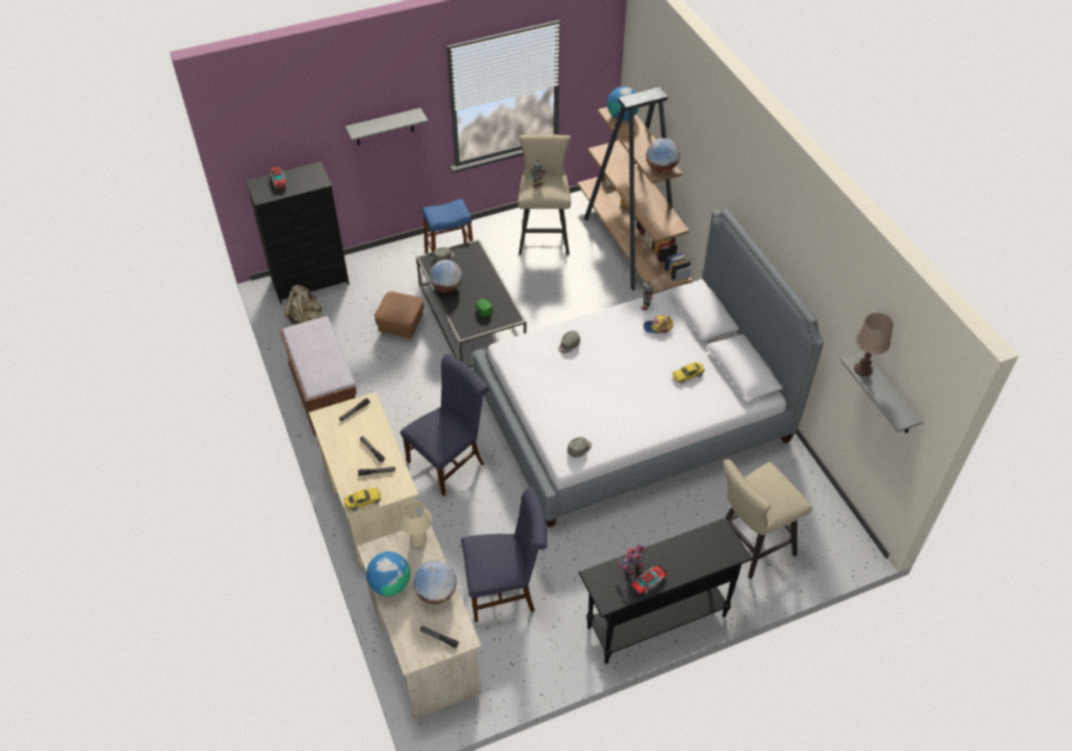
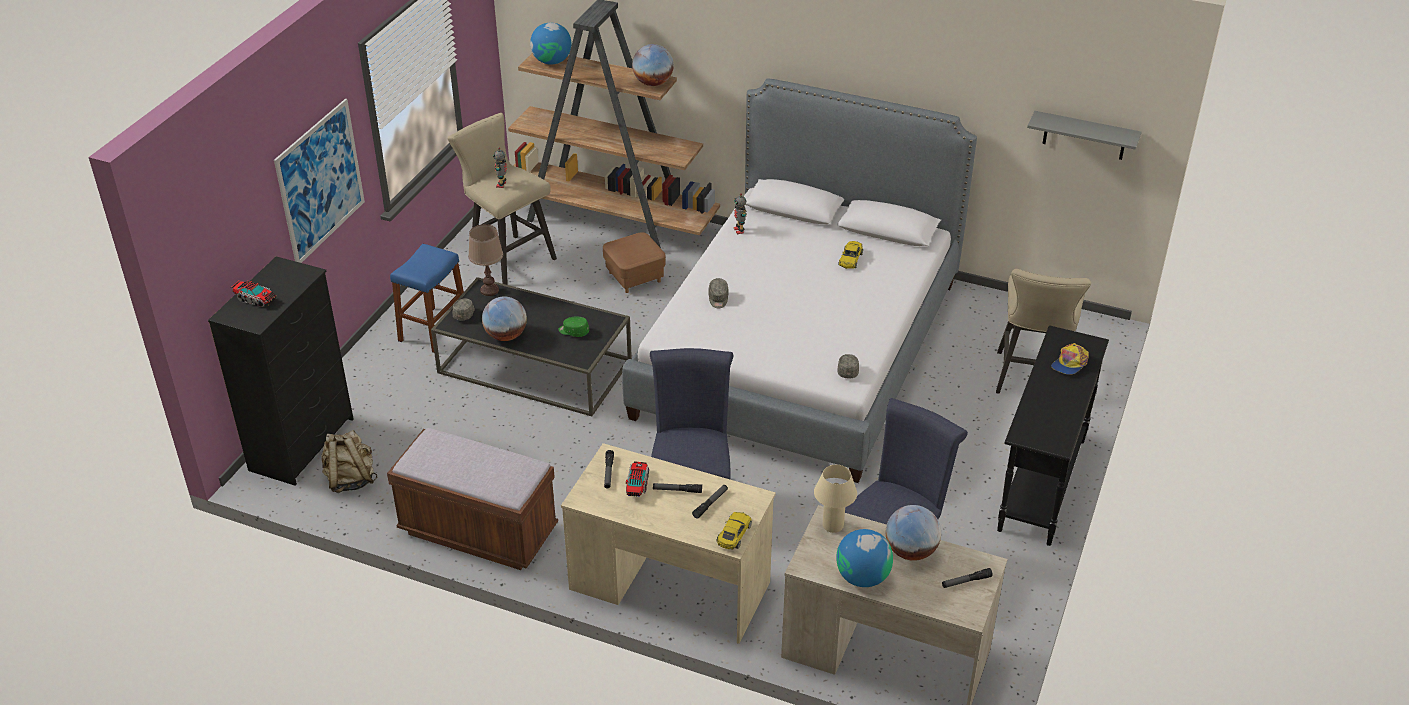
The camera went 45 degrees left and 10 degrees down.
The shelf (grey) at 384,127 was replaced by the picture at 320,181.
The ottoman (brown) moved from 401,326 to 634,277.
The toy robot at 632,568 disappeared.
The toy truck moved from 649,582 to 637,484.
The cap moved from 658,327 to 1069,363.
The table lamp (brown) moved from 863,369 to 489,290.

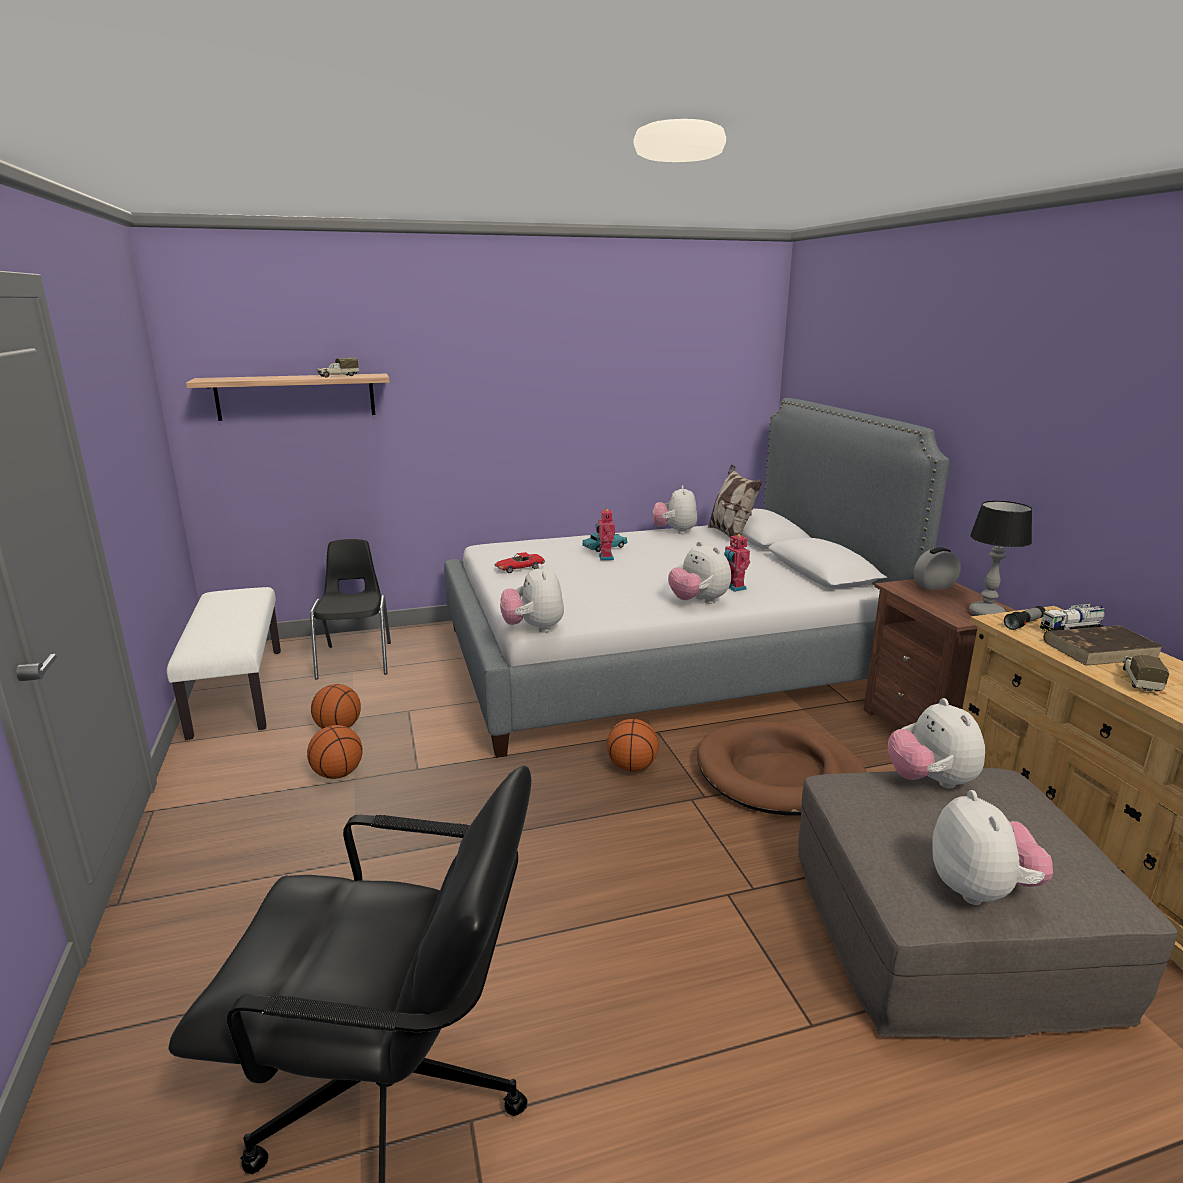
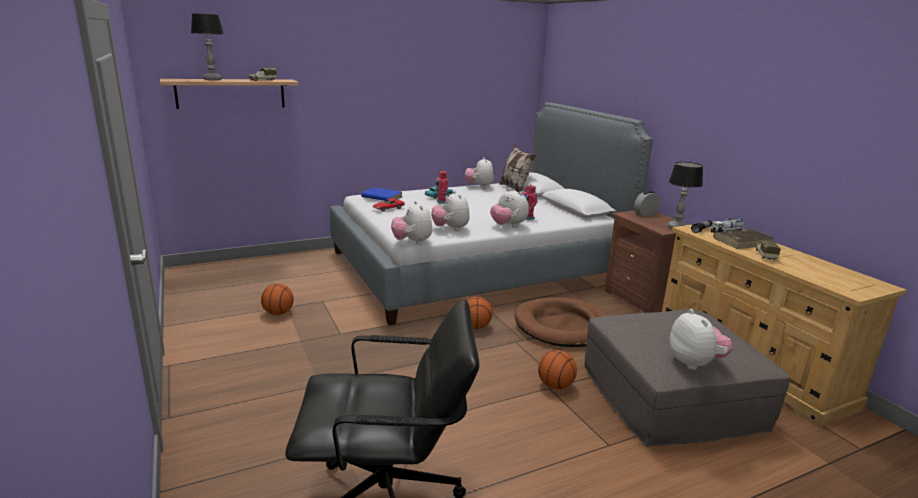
The camera went 10 degrees left and 0 degrees up.
The bench (white) at 237,691 disappeared.
The basketball moved from 338,774 to 555,386.
The chair (black) at 356,659 disappeared.
The plush toy moved from 930,781 to 450,229.
The table lamp at 212,79 appeared.
The book (blue) at 381,197 appeared.

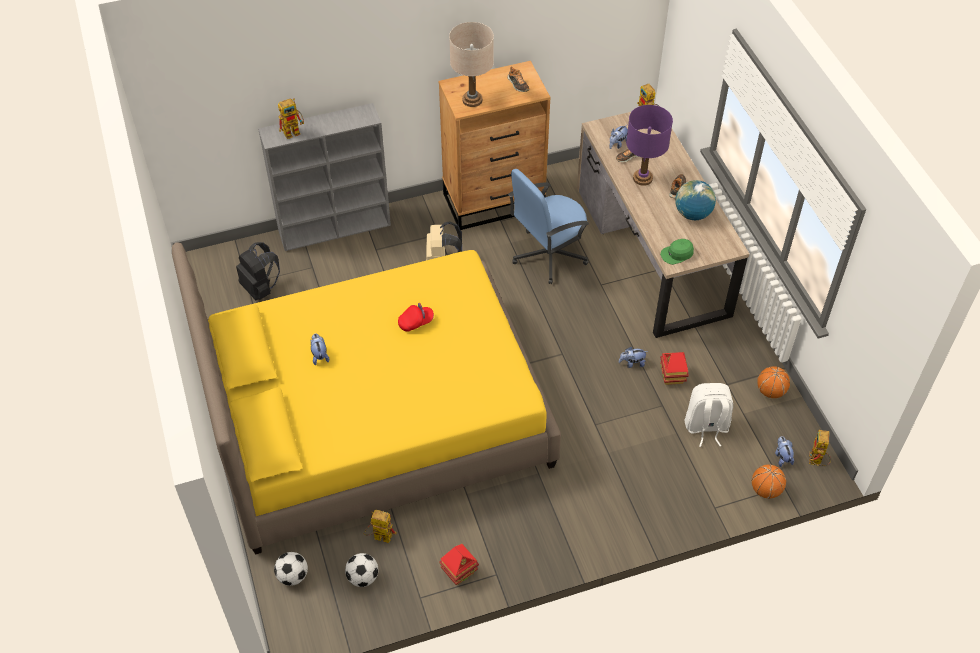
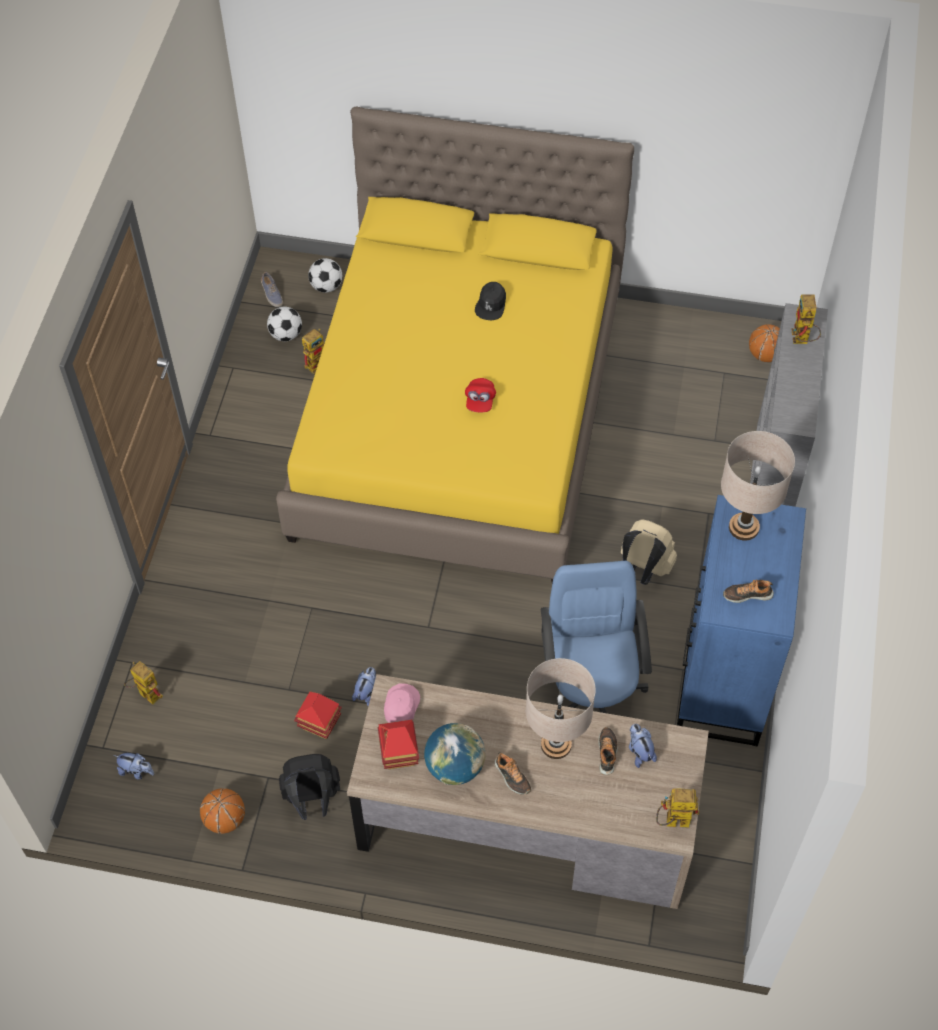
The camera went 120 degrees right and 5 degrees up.
The backpack (black) moved from 261,288 to 312,799.
The plush toy at 319,355 was replaced by the cap (black) at 491,304.
The dresser (brown) at 494,201 became the dresser (blue) at 723,680.
The toy house moved from 459,572 to 399,754.
The table lamp (purple) at 642,178 became the table lamp (beige) at 556,745.
The cap (green) at 677,254 became the cap (pink) at 401,706.
The backpack (white) at 706,427 disappeared.
The basketball moved from 765,490 to 765,355.
The toy robot moved from 816,462 to 145,693.
The shoe at 271,294 appeared.

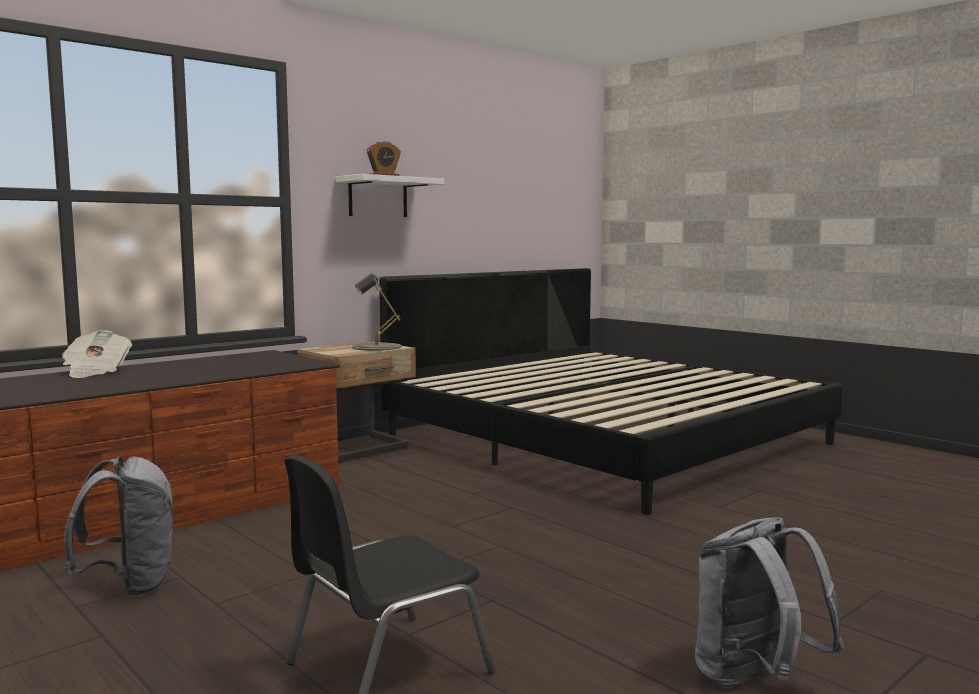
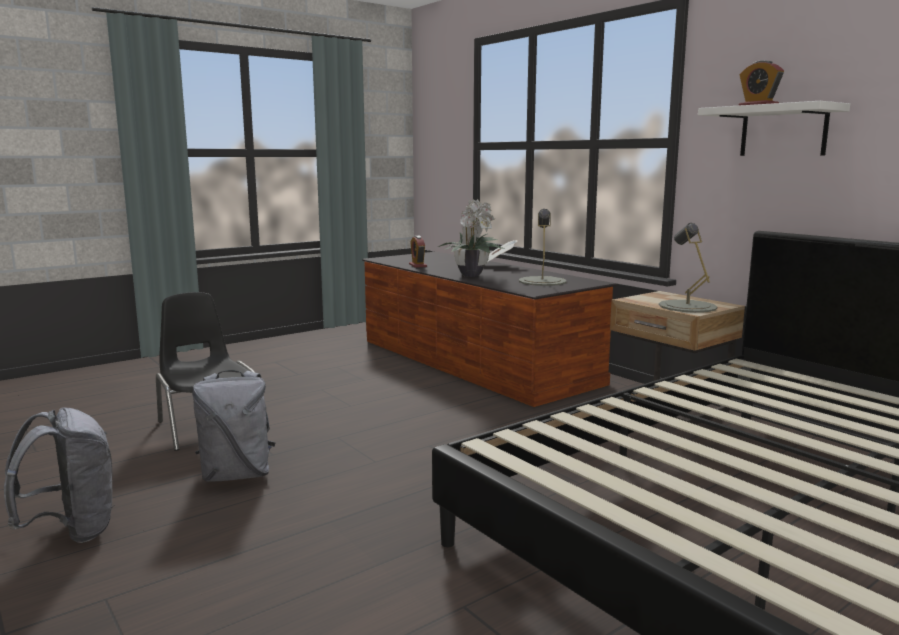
The camera went 95 degrees right and 5 degrees up.
The backpack (grey) moved from 130,585 to 237,475.
The alarm clock at 417,265 appeared.
The potted plant at 471,275 appeared.
The table lamp (grey) at 542,281 appeared.

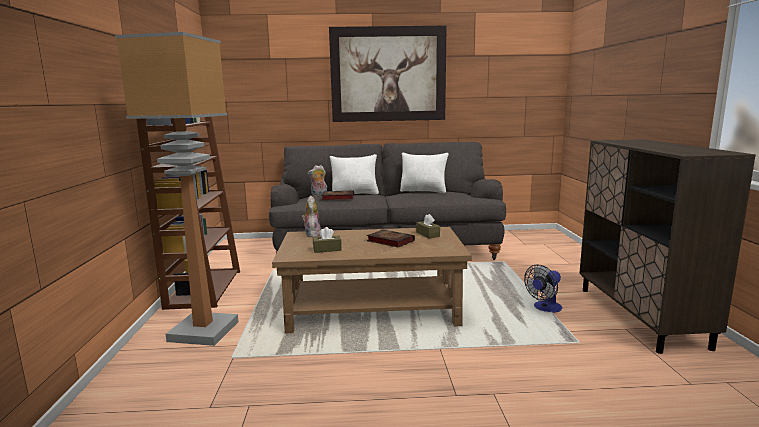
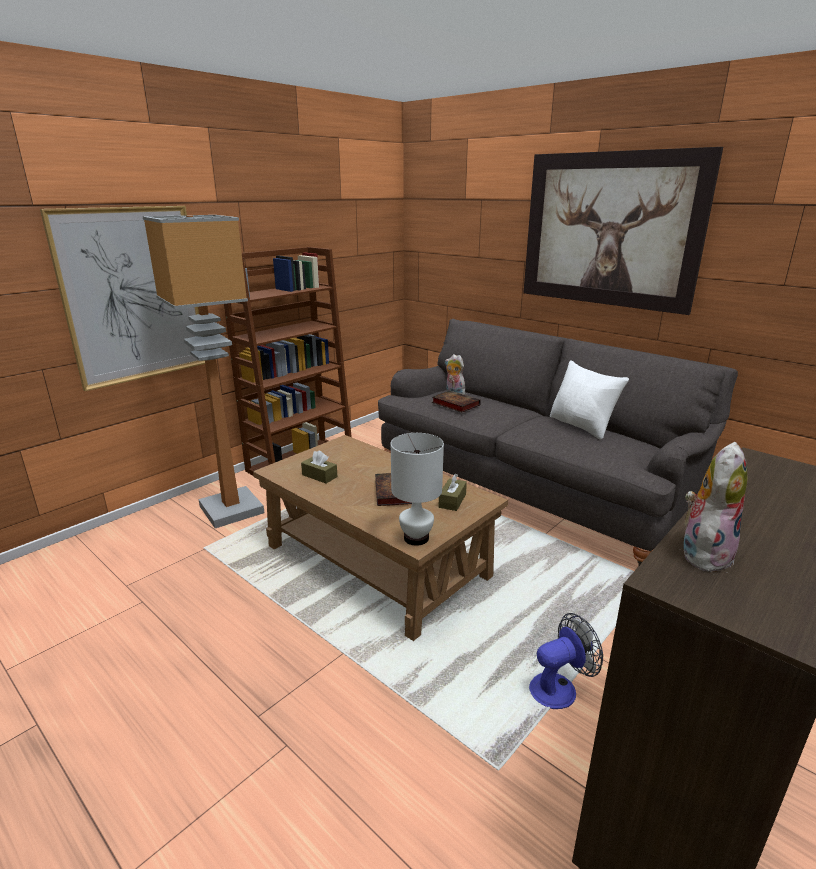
The camera went 45 degrees right and 10 degrees up.
The plush toy moved from 311,234 to 703,552.
The pillow (white) at 355,194 disappeared.
The fan at 544,308 turned 150 degrees clockwise.
The picture at 134,296 appeared.
The table lamp (white) at 416,538 appeared.

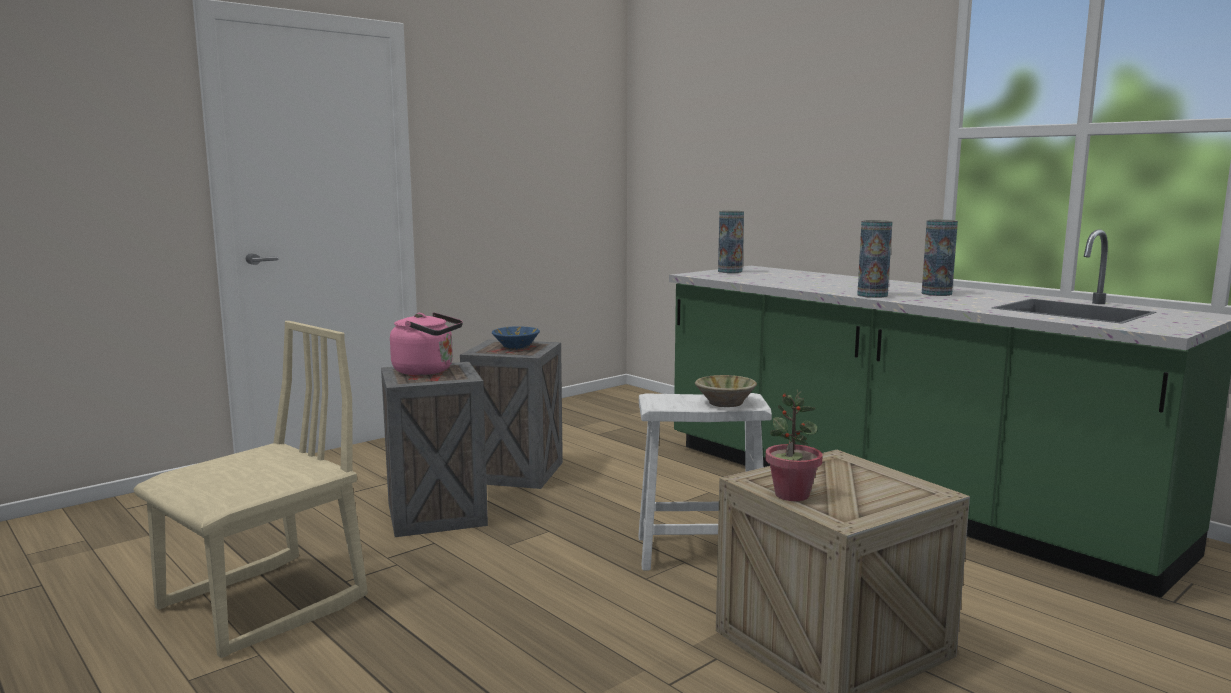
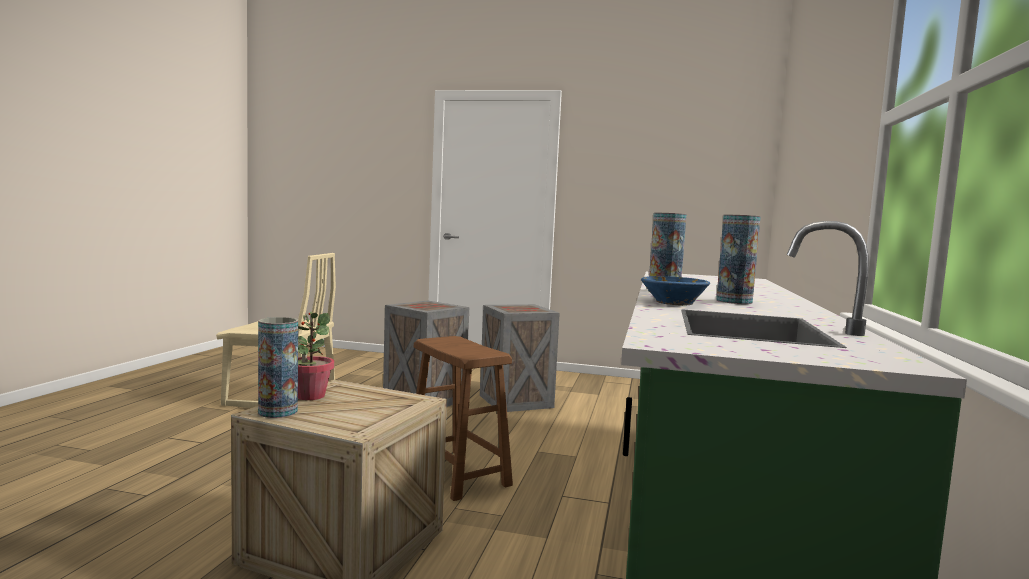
The camera went 55 degrees right and 5 degrees down.
The kettle (pink) at 427,371 disappeared.
The bowl (blue) moved from 515,347 to 673,303.
The stool (white) at 700,552 became the stool (brown) at 457,474.
The bowl (beige) at 725,402 disappeared.
The vase moved from 730,271 to 278,412.

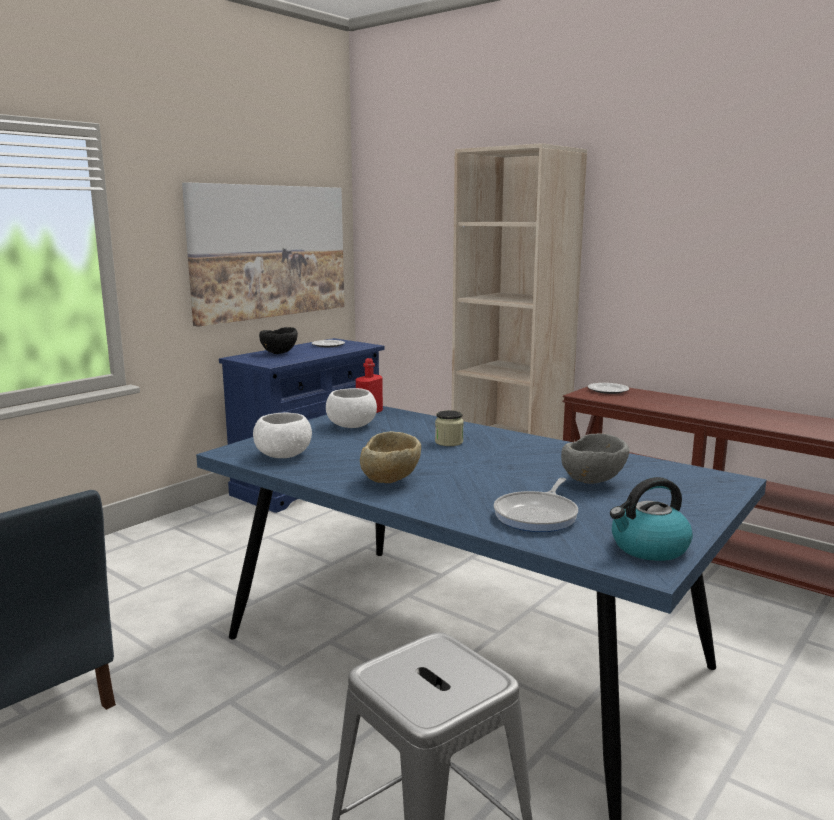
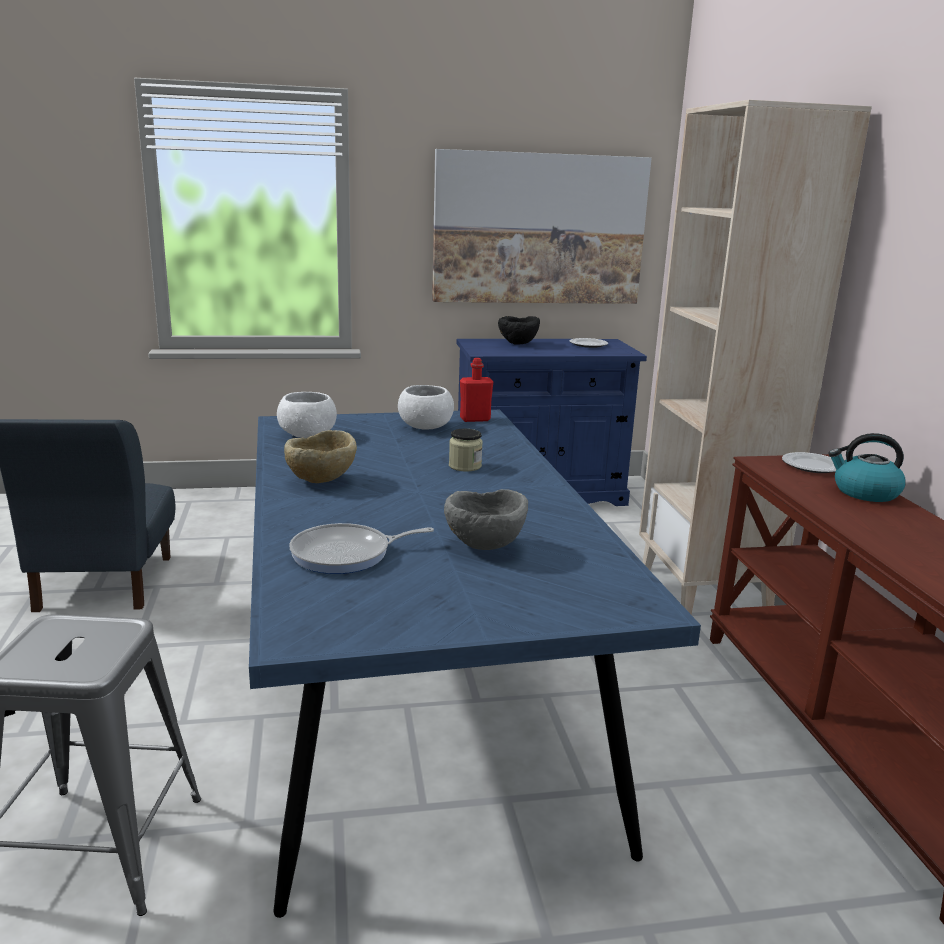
The camera went 40 degrees right and 5 degrees up.
The kettle moved from 648,548 to 864,492.

